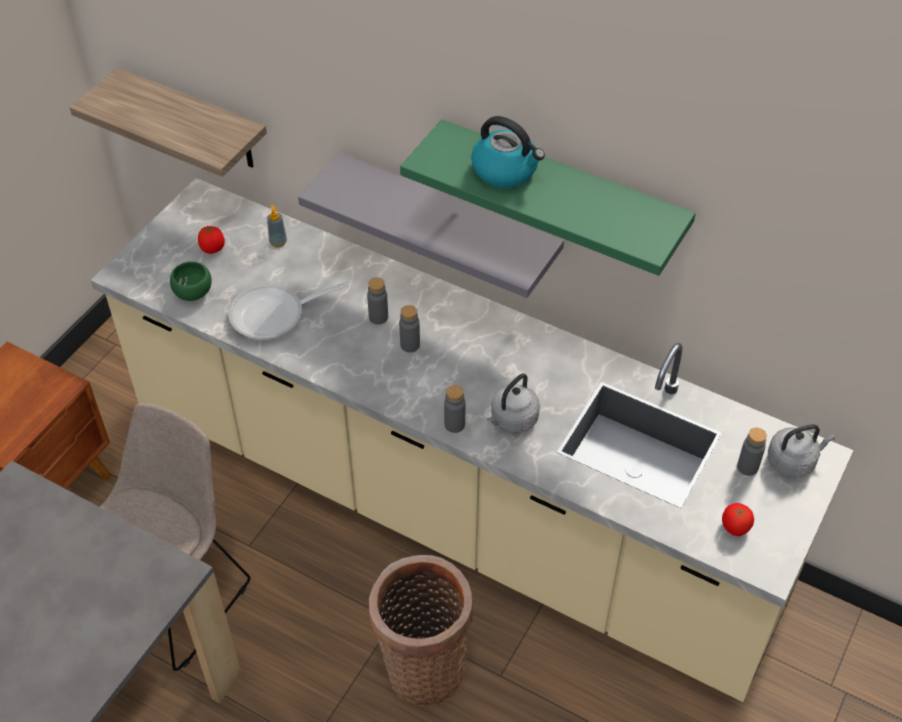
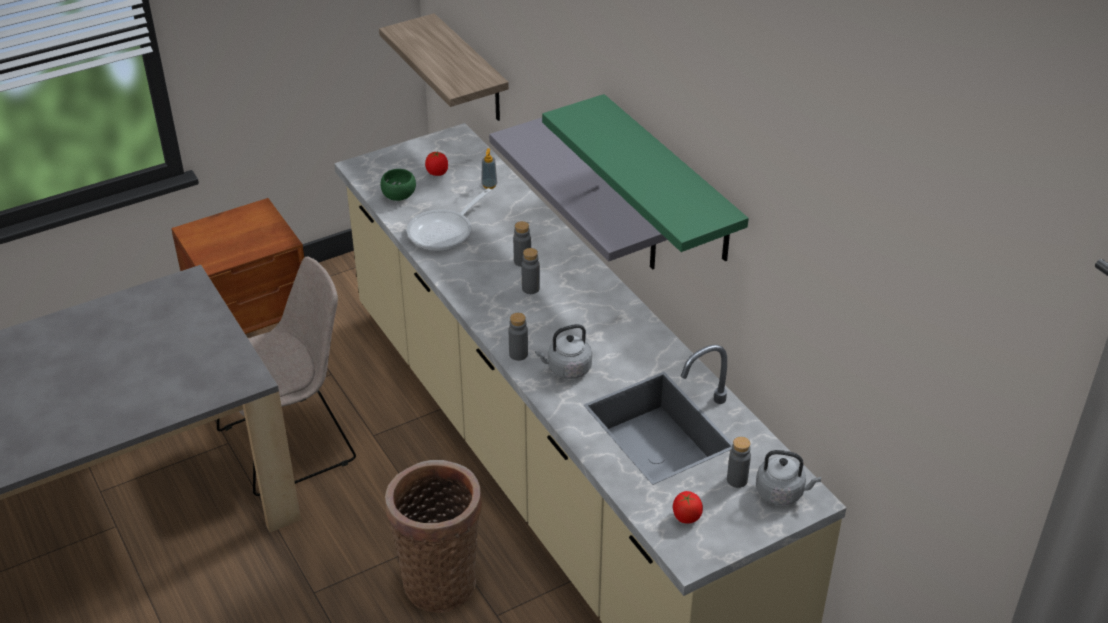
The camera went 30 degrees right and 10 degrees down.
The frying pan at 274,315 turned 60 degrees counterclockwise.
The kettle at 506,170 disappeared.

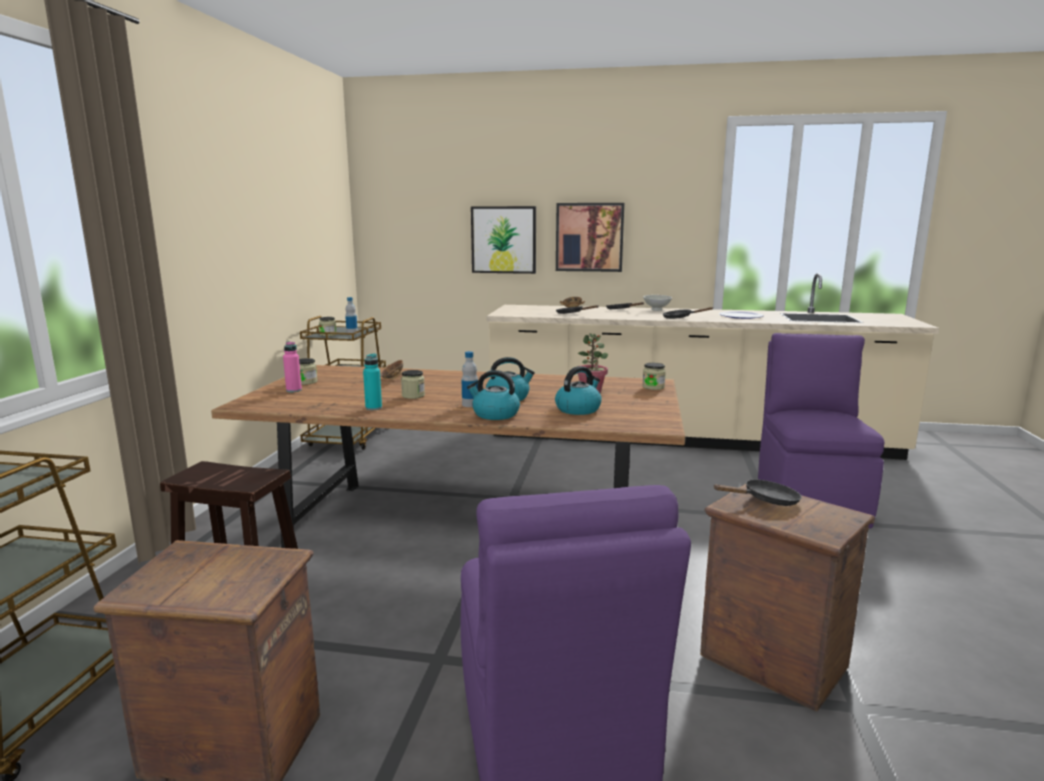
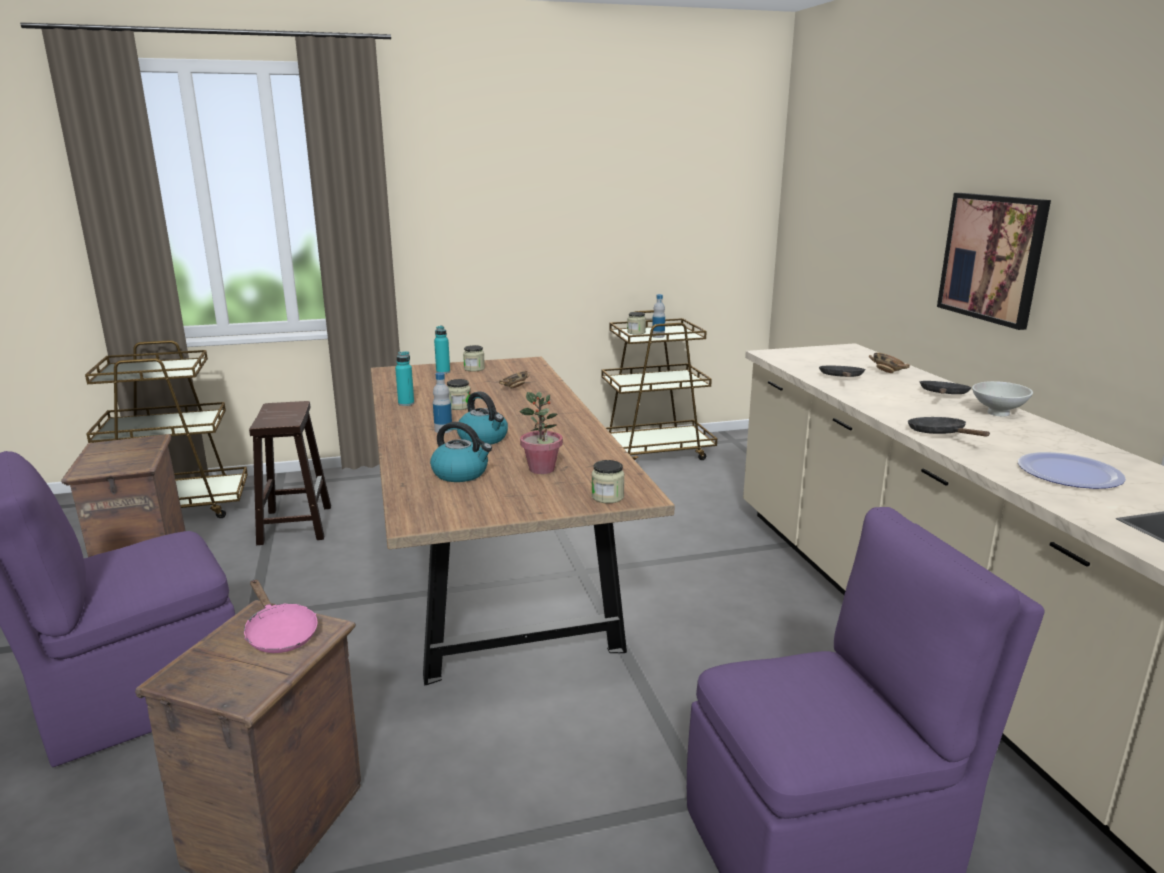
The camera went 65 degrees right and 5 degrees up.
The bottle (pink) at 294,390 became the bottle (turquoise) at 443,372.
The kettle at 495,414 disappeared.
The picture at 504,240 disappeared.
The frying pan (black) at 766,500 became the frying pan (pink) at 279,634.

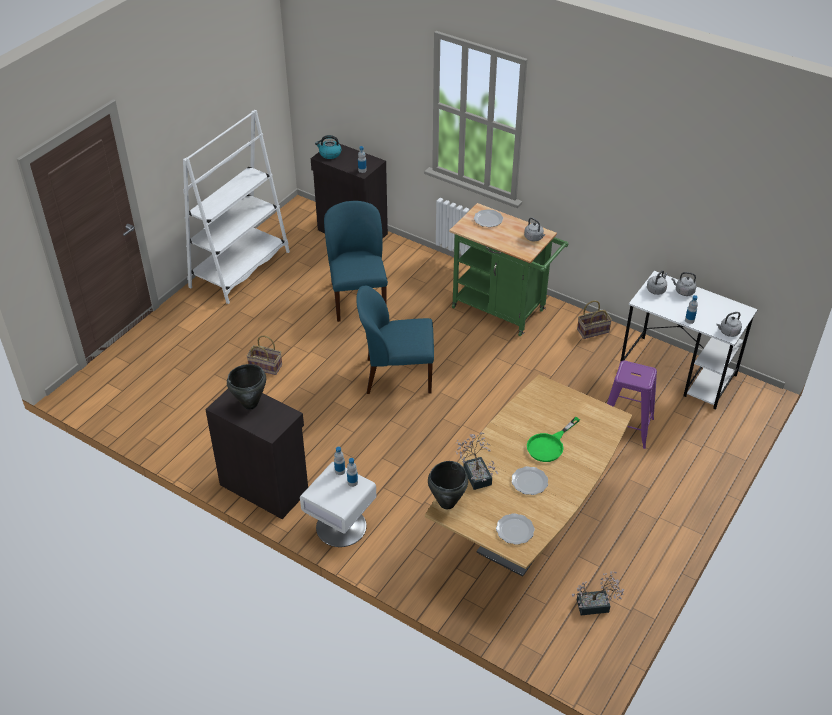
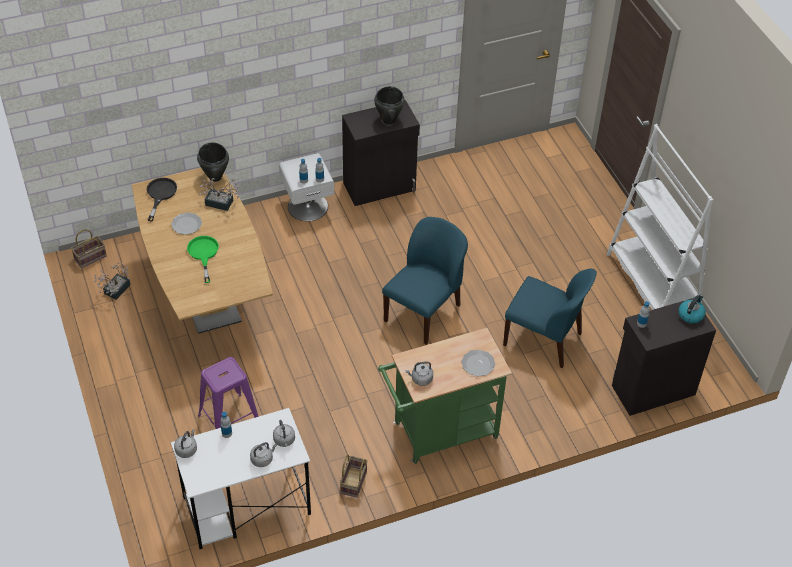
The camera went 125 degrees right and 5 degrees up.
The basket moved from 266,366 to 90,258.
The plate at 515,530 was replaced by the frying pan (black) at 160,195.

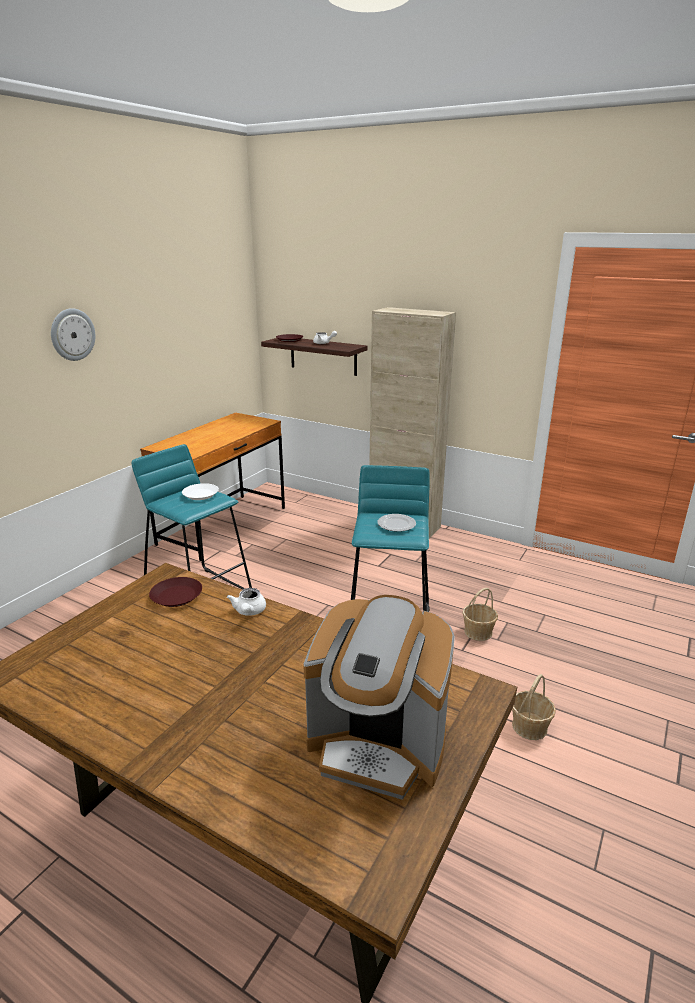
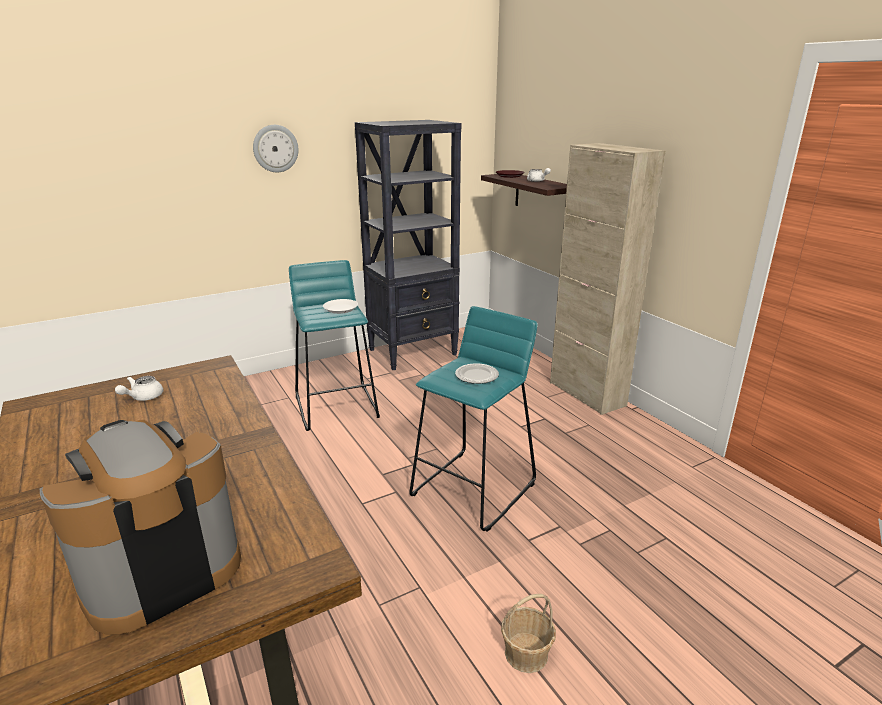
The camera went 30 degrees right and 0 degrees up.
The desk (brown) at 224,525 was replaced by the bookcase (black) at 413,352.
The plate (brown) at 176,596 disappeared.
The teapot (white) moved from 249,612 to 143,397.
The coffee machine at 377,746 turned 90 degrees clockwise.
The basket at 478,632 disappeared.

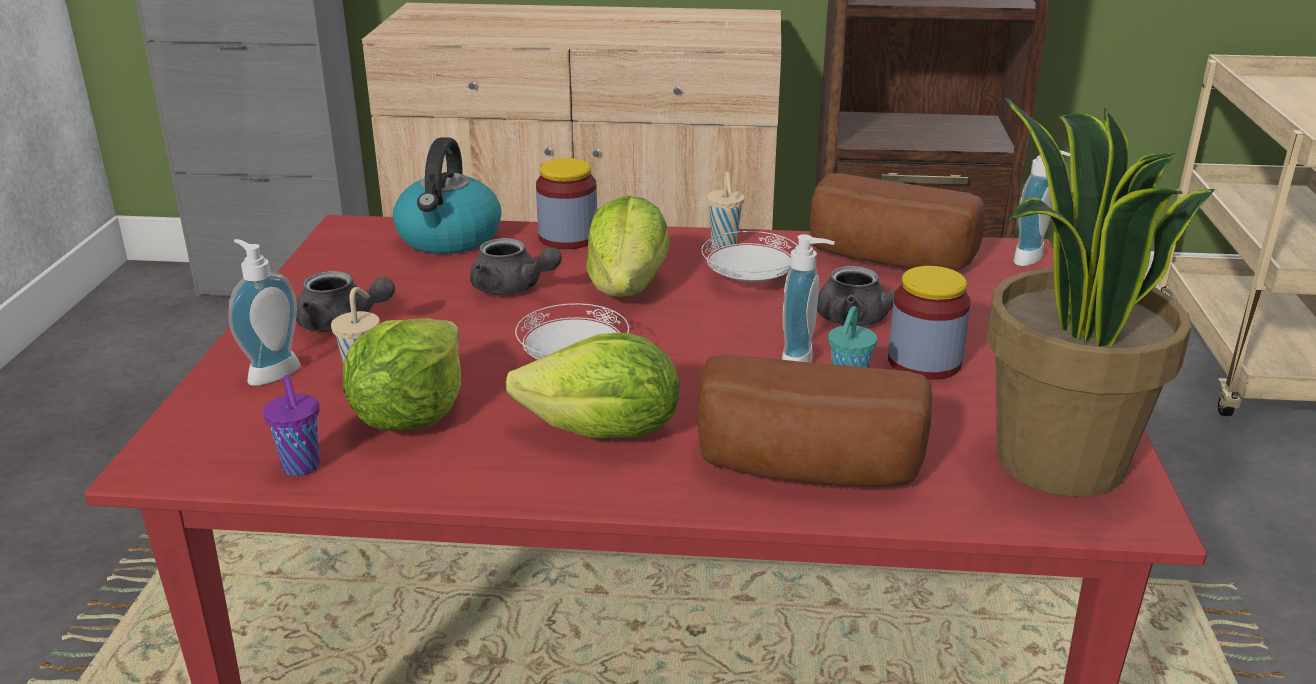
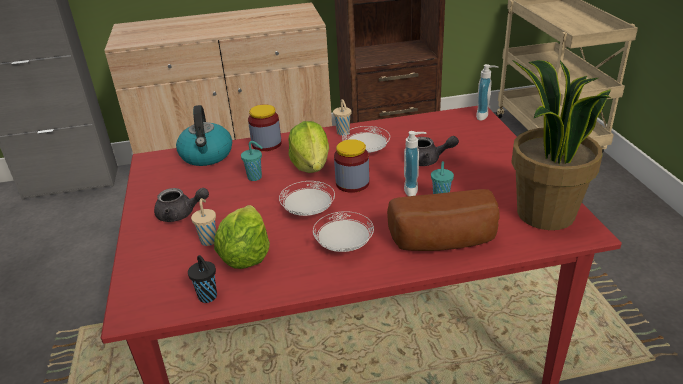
The camera went 15 degrees left and 5 degrees up.
The soap dispenser at 270,372 disappeared.
The cup (purple) at 301,468 became the cup (black) at 208,297.
The teapot (grey) at 512,288 was replaced by the cup (turquoise) at 255,177.
The lettuce at 604,434 was replaced by the plate (white) at 344,245.
The bread at 887,259 disappeared.
The jar moved from 924,362 to 352,183.

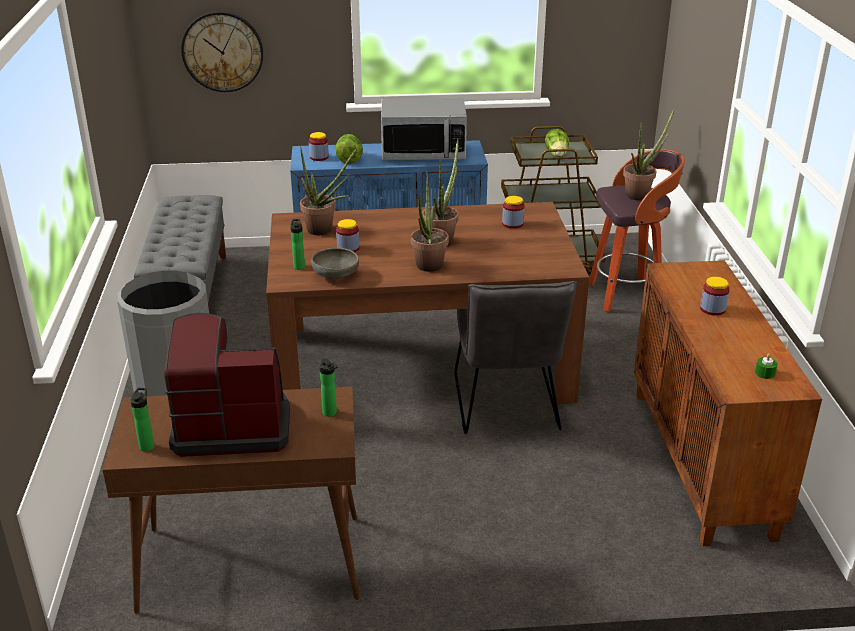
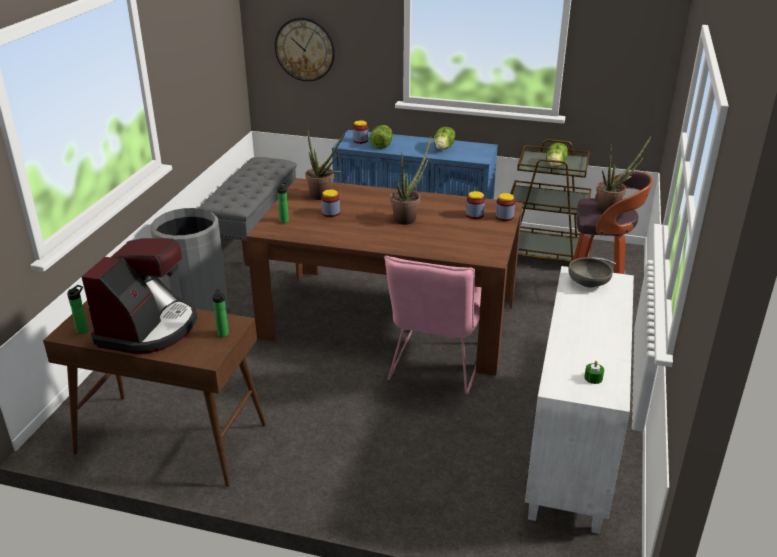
The camera went 20 degrees right and 0 degrees up.
The coffee machine at 231,425 turned 90 degrees clockwise.
The bowl (grey) moved from 335,275 to 588,282.
The microwave at 423,152 was replaced by the lettuce at 444,148.
The potted plant at 428,268 disappeared.
The chair (grey) at 506,407 became the chair (pink) at 435,366.
The cabinet (brown) at 702,462 became the cabinet (white) at 573,449.
The jar moved from 712,309 to 504,217.

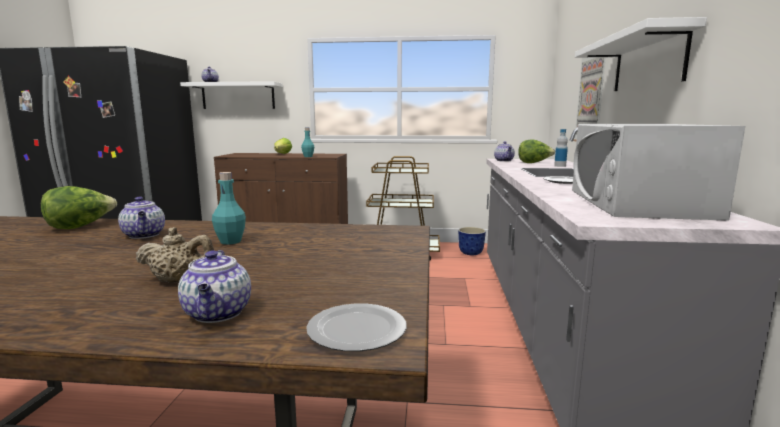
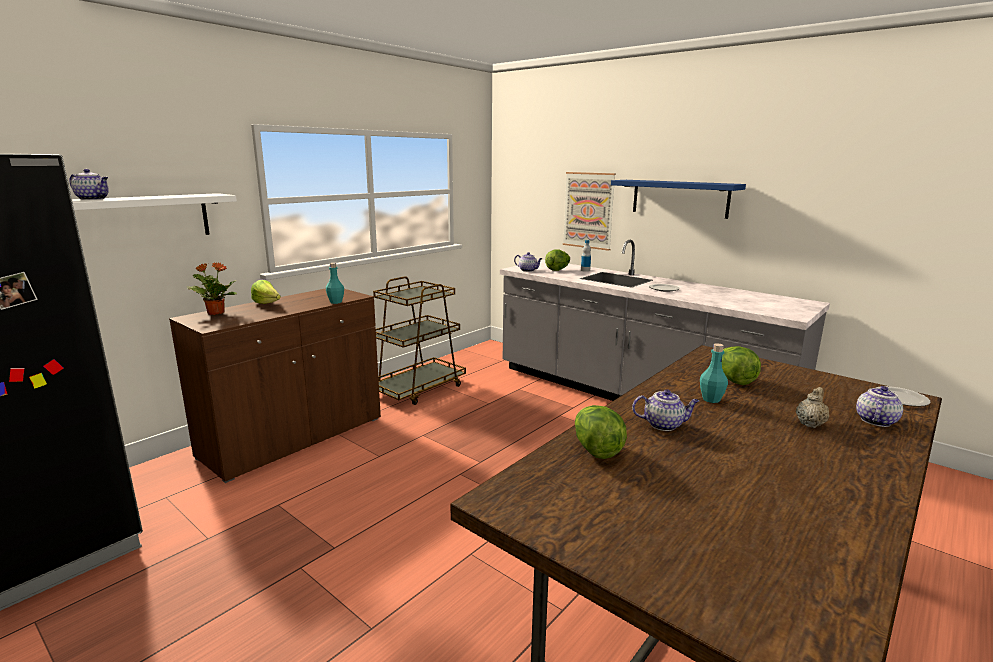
The camera went 55 degrees left and 5 degrees up.
The teapot at 218,314 turned 75 degrees counterclockwise.
The planter at 471,253 disappeared.
The microwave (white) at 637,203 disappeared.
The shelf (white) at 648,62 became the shelf (blue) at 679,198.
The potted plant at 215,313 appeared.
The lettuce at 733,380 appeared.

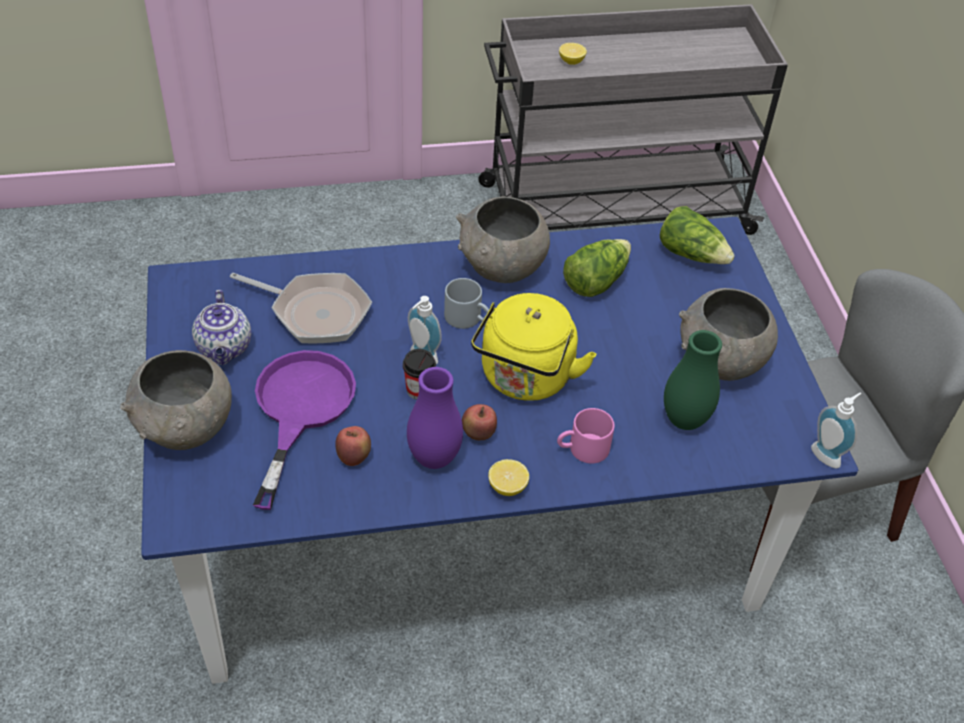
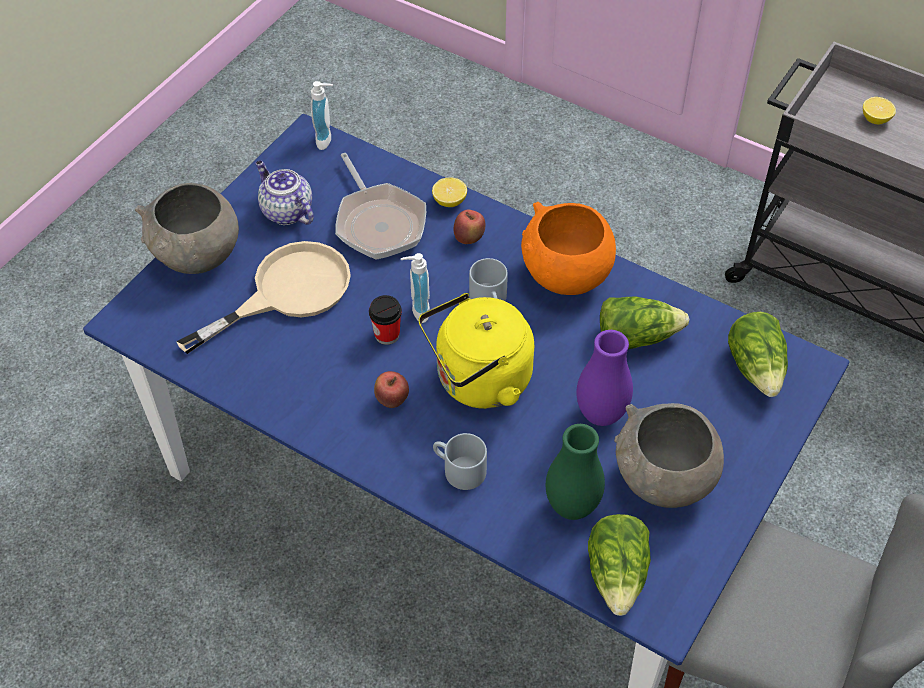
The camera went 45 degrees right and 5 degrees up.
The teapot at 225,348 turned 105 degrees clockwise.
The frying pan (purple) at 300,409 became the frying pan (beige) at 286,292.
The apple moved from 354,457 to 469,238.
The vase (purple) moved from 434,458 to 601,414.
The bowl (grey) at 502,269 became the bowl (orange) at 565,276.
The lemon moved from 507,487 to 449,201.
The mug (pink) at 582,449 became the mug (grey) at 458,470.
The soap dispenser moved from 828,454 to 327,140.
The lettuce at 618,574 appeared.

